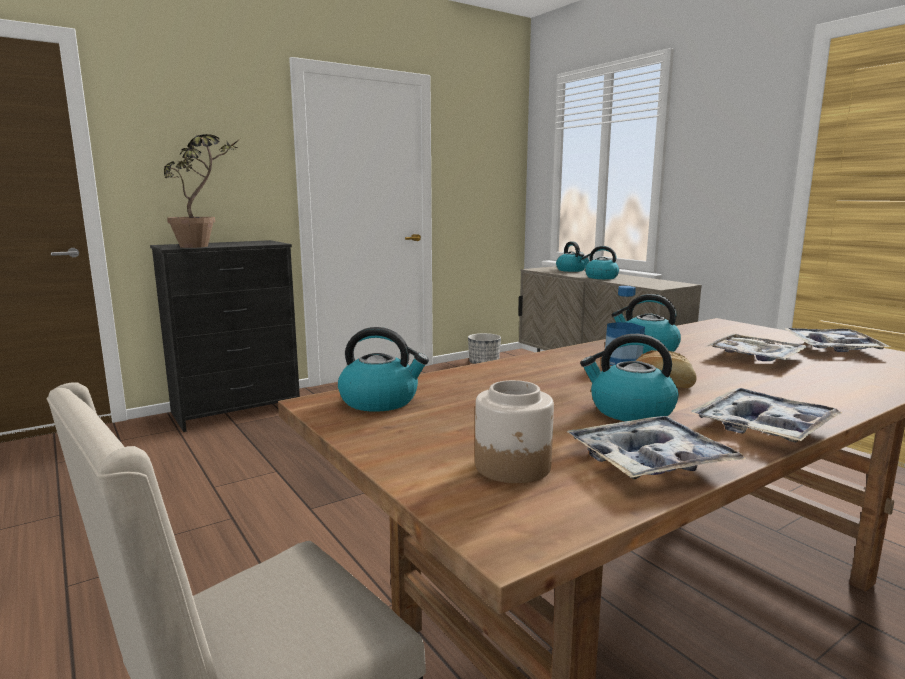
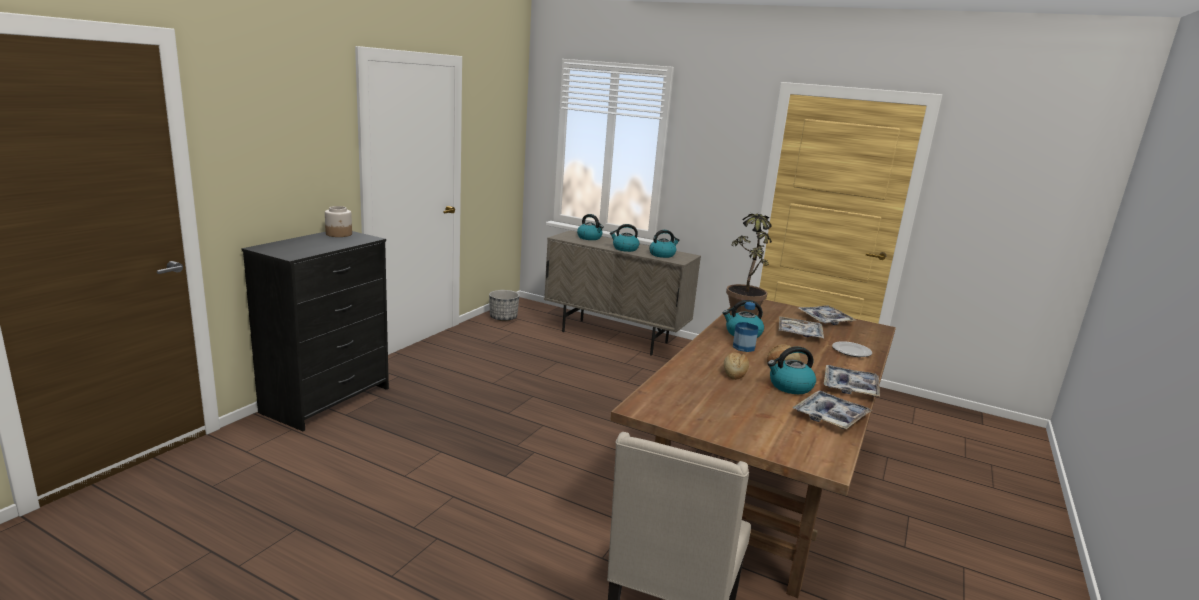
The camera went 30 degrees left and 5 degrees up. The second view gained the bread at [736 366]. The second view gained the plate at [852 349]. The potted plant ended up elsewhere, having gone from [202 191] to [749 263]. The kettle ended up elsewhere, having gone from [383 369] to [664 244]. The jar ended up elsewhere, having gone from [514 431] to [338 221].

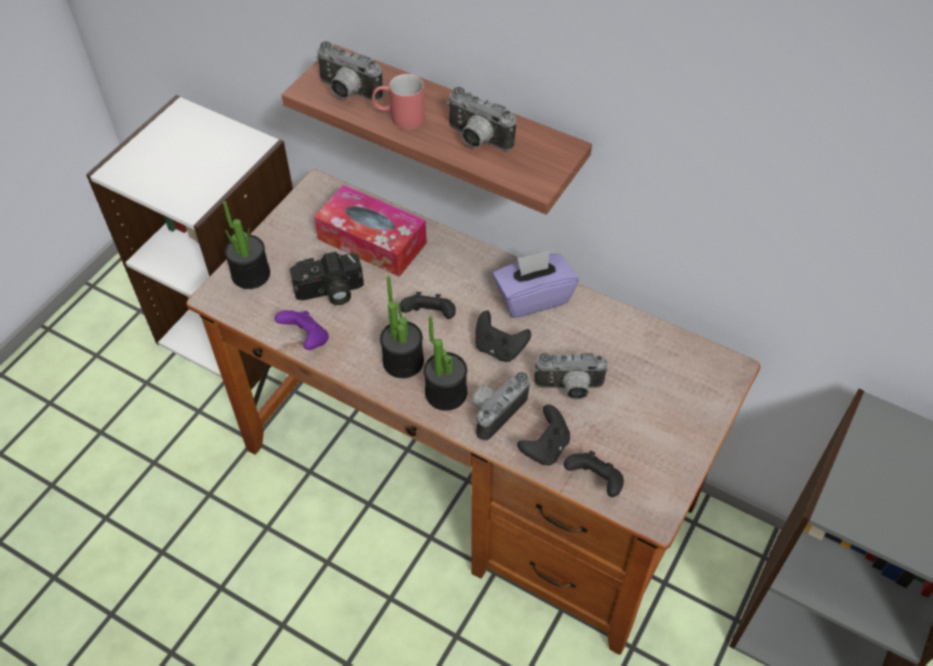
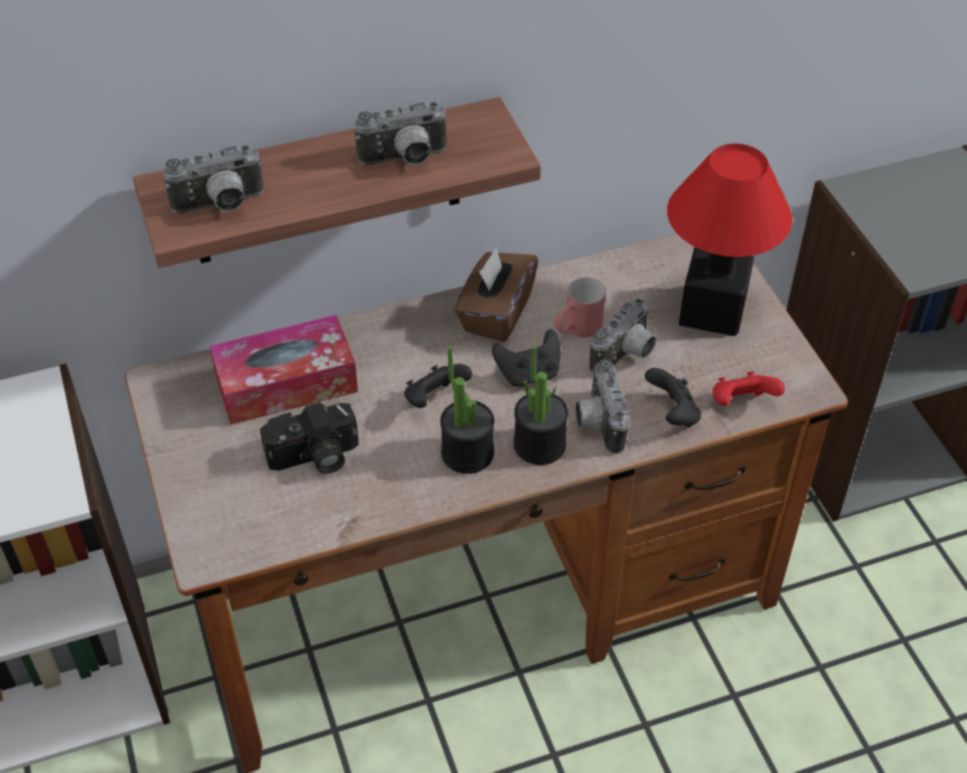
The camera went 50 degrees left and 5 degrees down. The second view lost the potted plant at [246 245]. The second view lost the purple game controller at [302 330]. The second view gained the table lamp at [730 240]. The red mug ended up elsewhere, having gone from [398 102] to [580 307]. What was the purple tissue box at [535 284] turned into the brown tissue box at [496 294]. What was the black game controller at [594 474] turned into the red game controller at [749 388]. The photo camera at [327 278] ended up facing another way, 45 degrees clockwise from before.

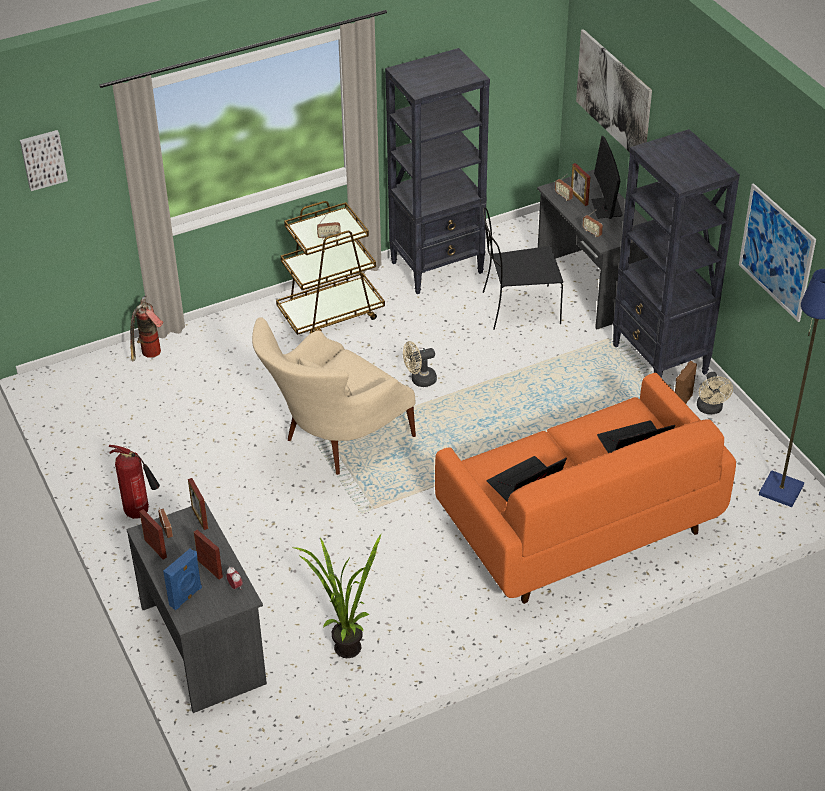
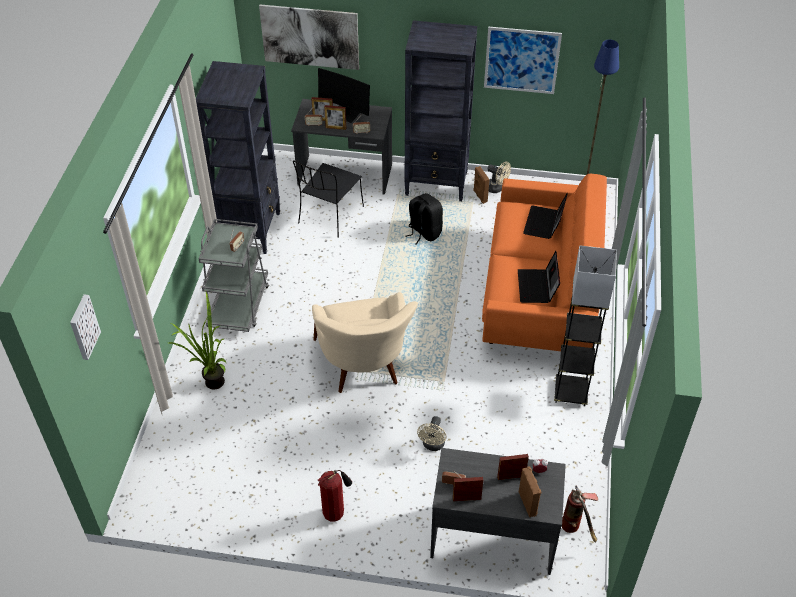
The camera went 55 degrees left and 5 degrees up. The second view gained the black backpack at [424 219]. The second view gained the grey floor lamp at [585 325]. The fire extinguisher ended up elsewhere, having gone from [147 328] to [580 514]. The picture frame ended up elsewhere, having gone from [198 504] to [335 117]. The potted plant ended up elsewhere, having gone from [337 596] to [198 340]. The beige fan ended up elsewhere, having gone from [420 364] to [432 433]. What was the blue speaker at [182 579] turned into the brown speaker at [530 491]. What was the brown cart at [330 268] turned into the grey cart at [234 275].

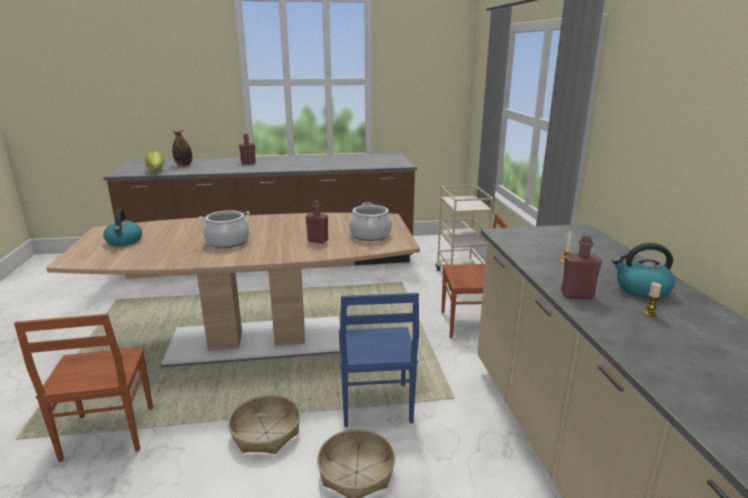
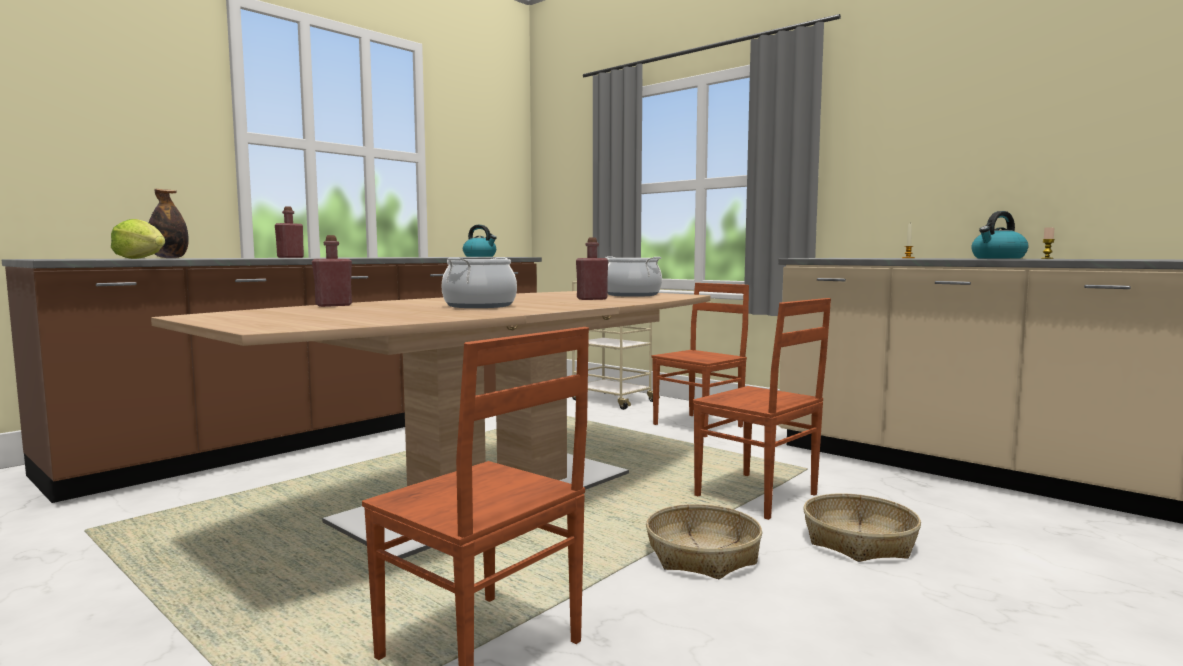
The camera went 40 degrees left and 15 degrees down. The kettle ended up elsewhere, having gone from [122 227] to [480 241]. The red bottle ended up elsewhere, having gone from [581 267] to [332 271]. What was the blue chair at [379 360] turned into the brown chair at [762 409].

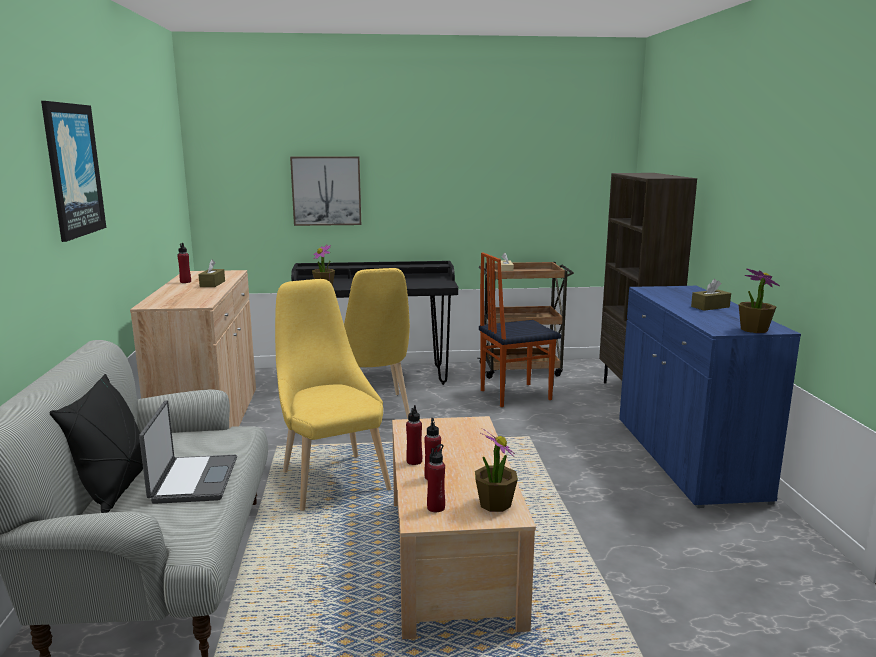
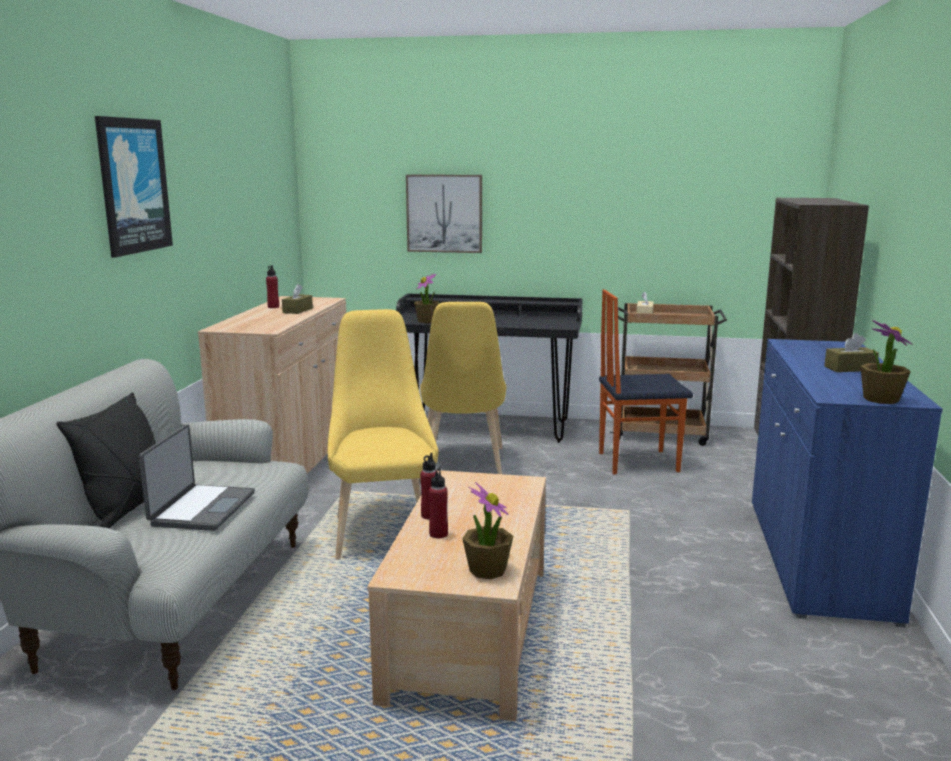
The camera went 15 degrees right and 0 degrees up. The second view lost the red bottle at [436 478].

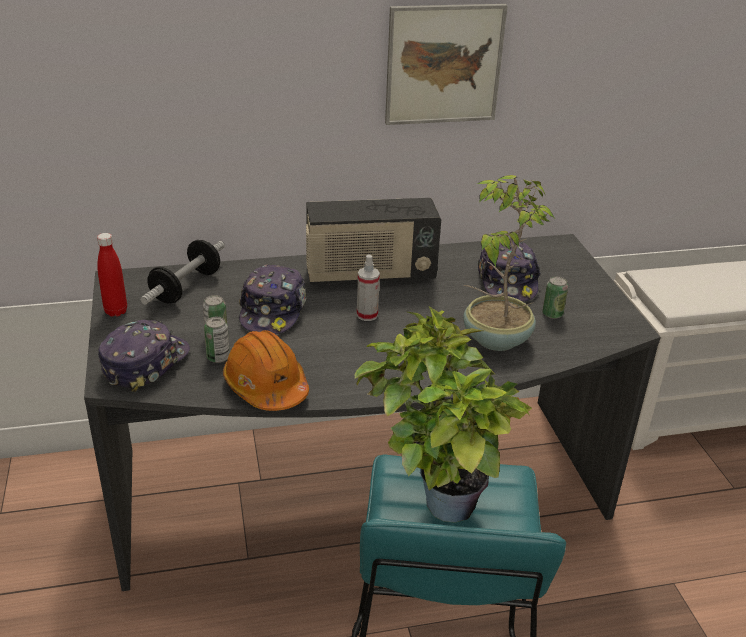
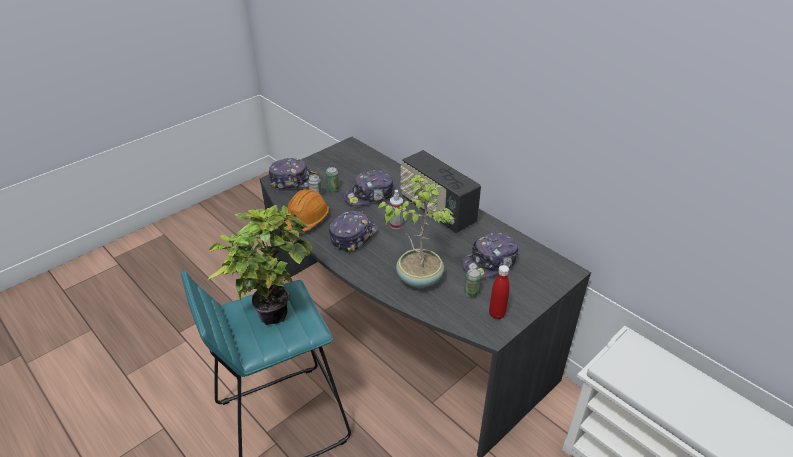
The camera went 60 degrees right and 5 degrees up. The second view lost the dumbbell at [182 272]. The second view lost the picture at [446 64]. The second view gained the cap at [353 232]. The red bottle ended up elsewhere, having gone from [112 275] to [499 292].

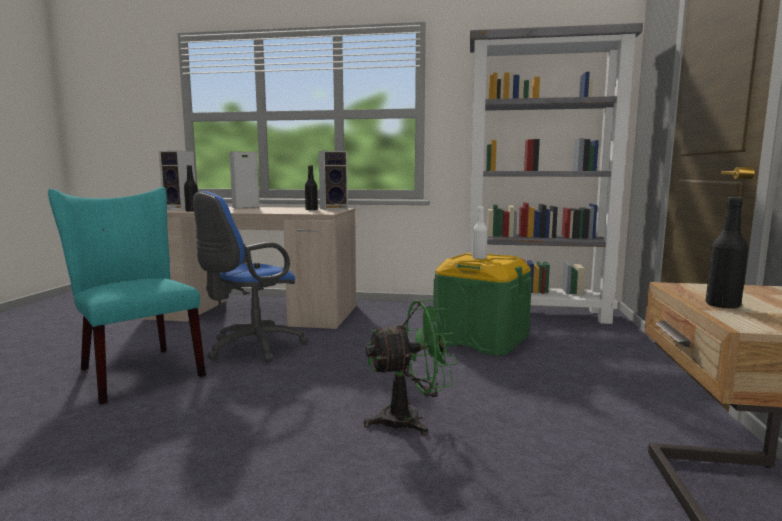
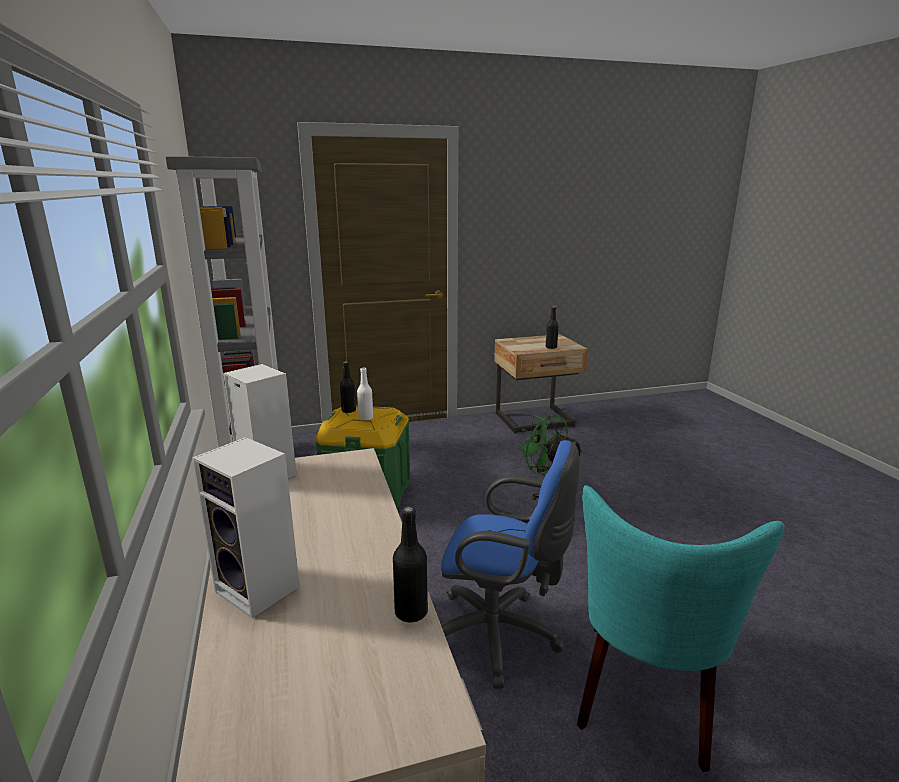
The camera went 115 degrees left and 10 degrees up. The second view lost the speaker at [177 180]. The black bottle ended up elsewhere, having gone from [311 187] to [348 387].

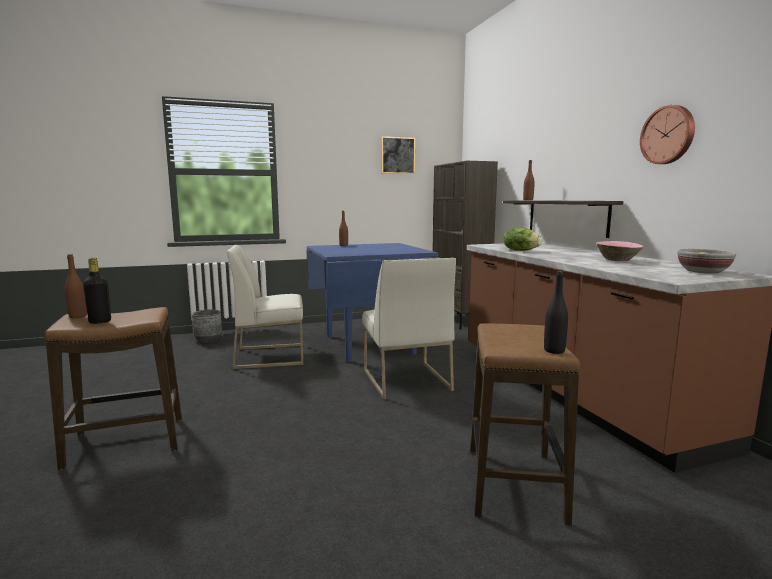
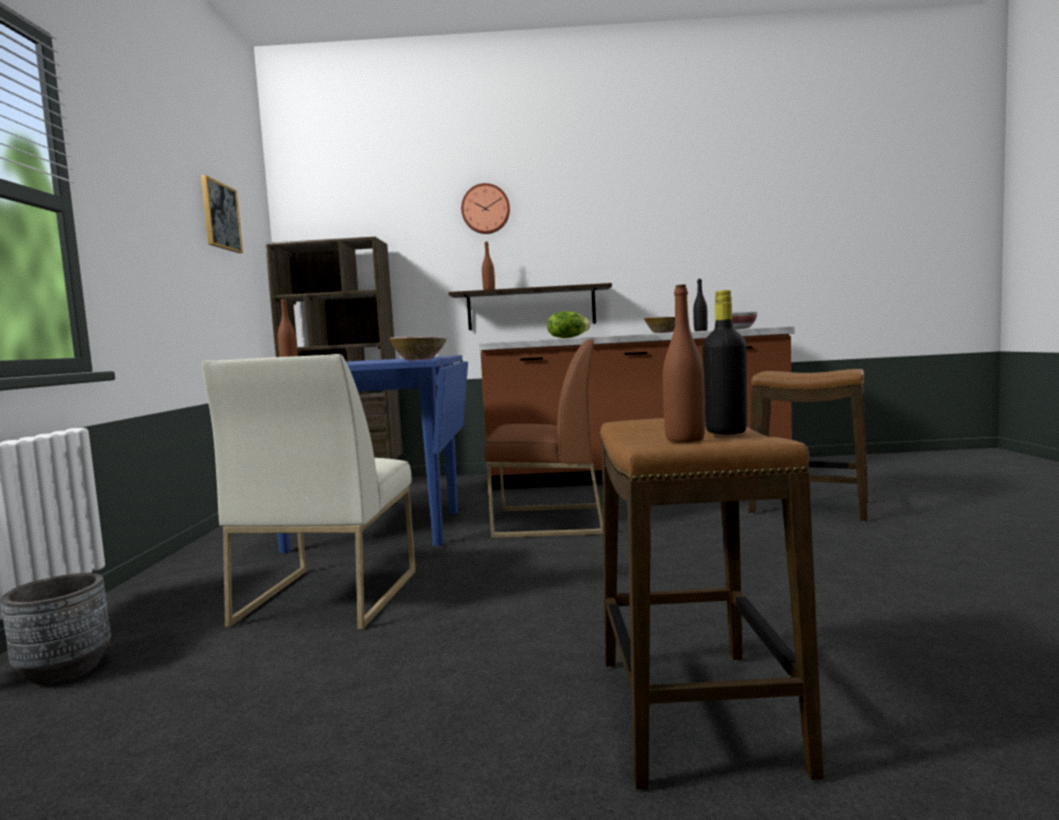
The camera went 70 degrees left and 5 degrees down. The second view gained the pink bowl at [418 348]. The black bottle ended up elsewhere, having gone from [556 312] to [700 305]. The wall clock ended up elsewhere, having gone from [667 134] to [485 208]. What was the white chair at [409 328] turned into the brown chair at [543 439].

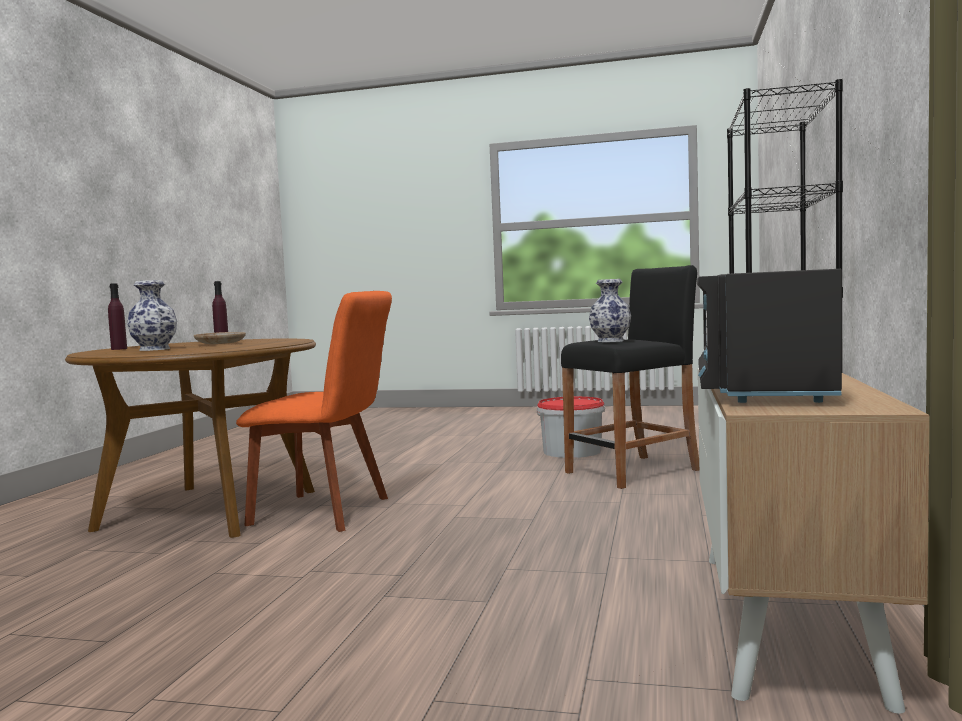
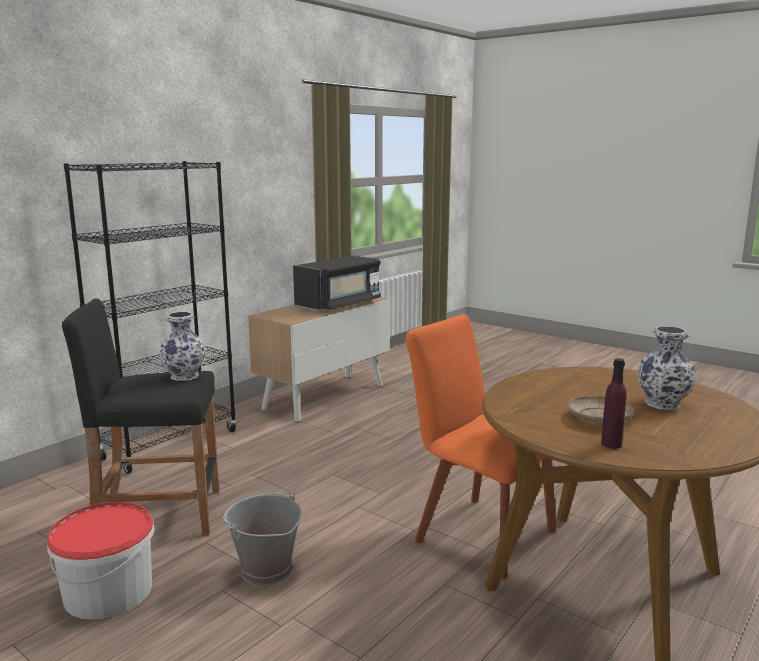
The camera went 155 degrees left and 10 degrees up. The second view lost the purple bottle at [117 316]. The second view gained the grey bucket at [262 538].

